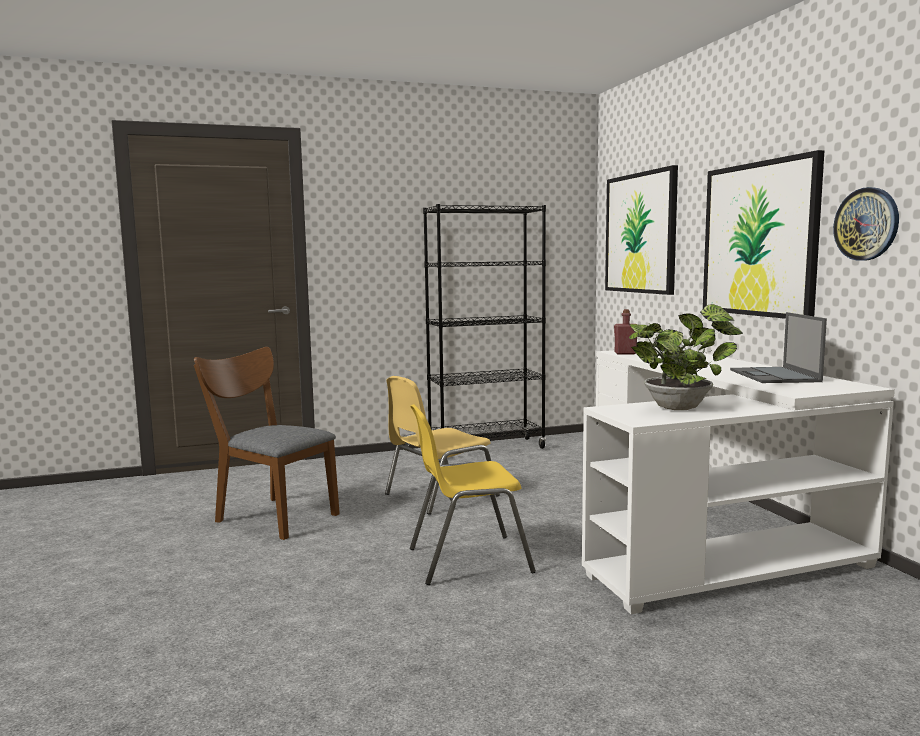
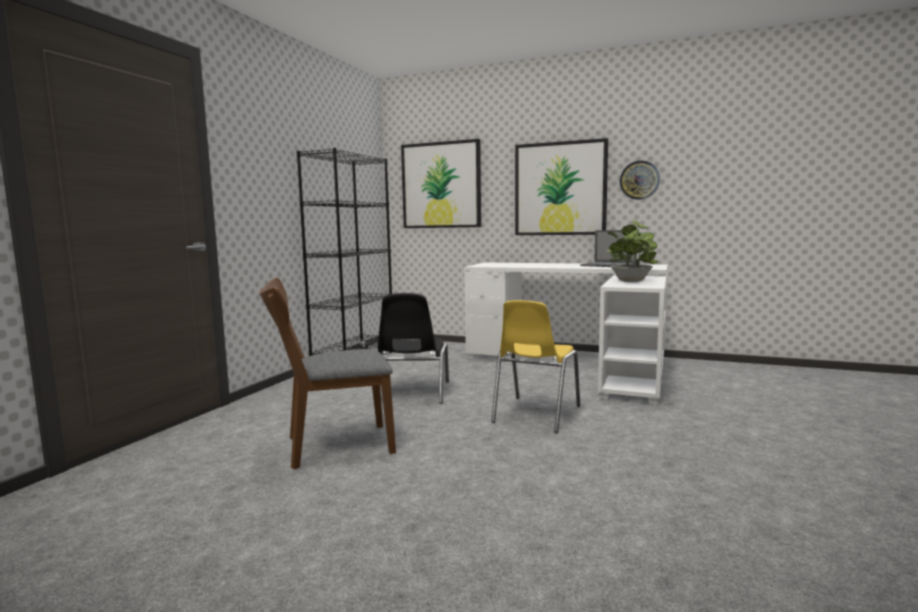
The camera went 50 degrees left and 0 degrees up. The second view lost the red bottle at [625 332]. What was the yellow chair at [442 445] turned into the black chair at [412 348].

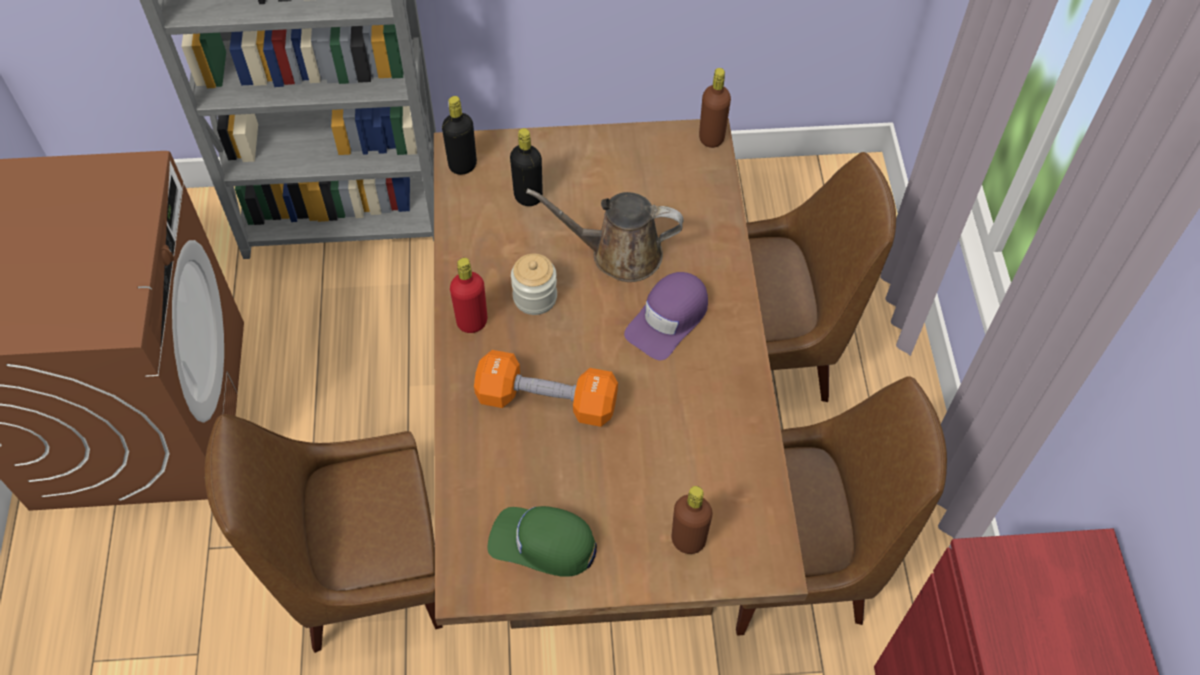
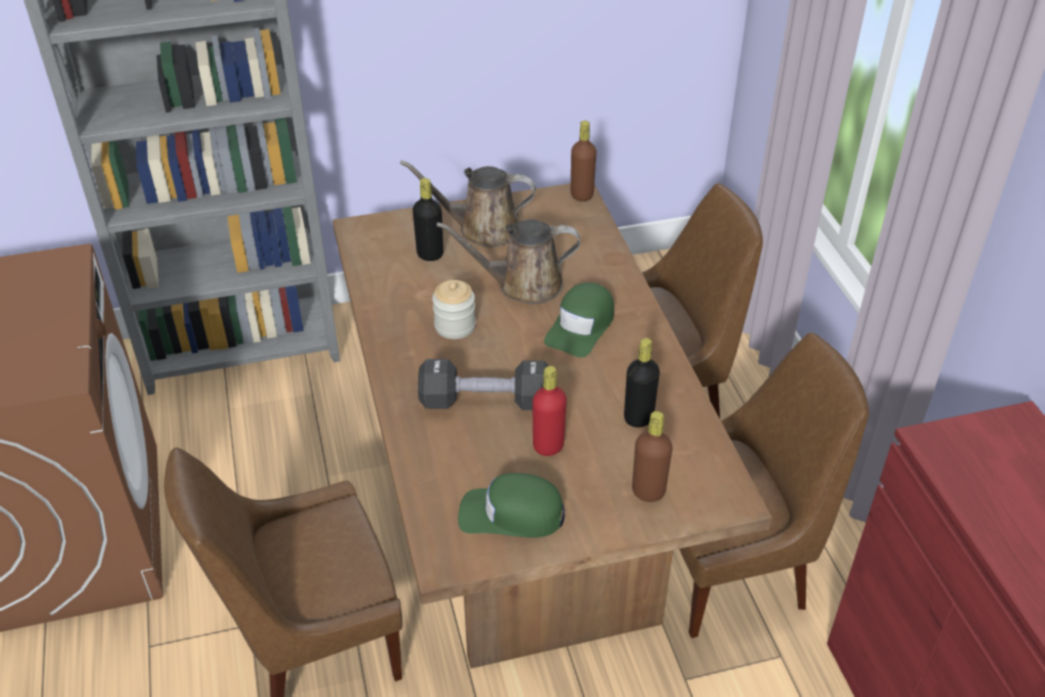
The camera went 10 degrees left and 15 degrees down. The second view gained the brown watering can at [468 203]. The black bottle ended up elsewhere, having gone from [459 135] to [642 383]. The red bottle ended up elsewhere, having gone from [468 295] to [549 411]. What was the orange dumbbell at [546 388] turned into the black dumbbell at [483 384]. What was the purple cap at [666 316] turned into the green cap at [579 320].

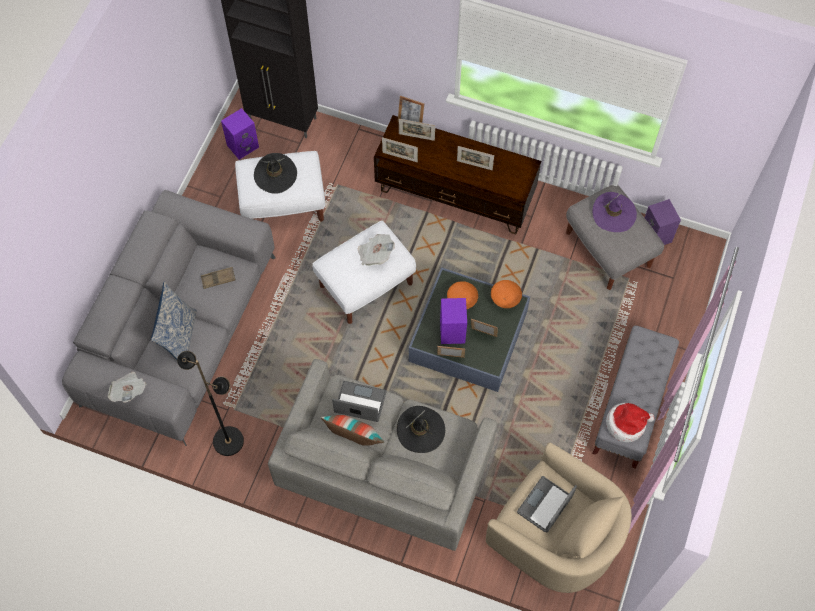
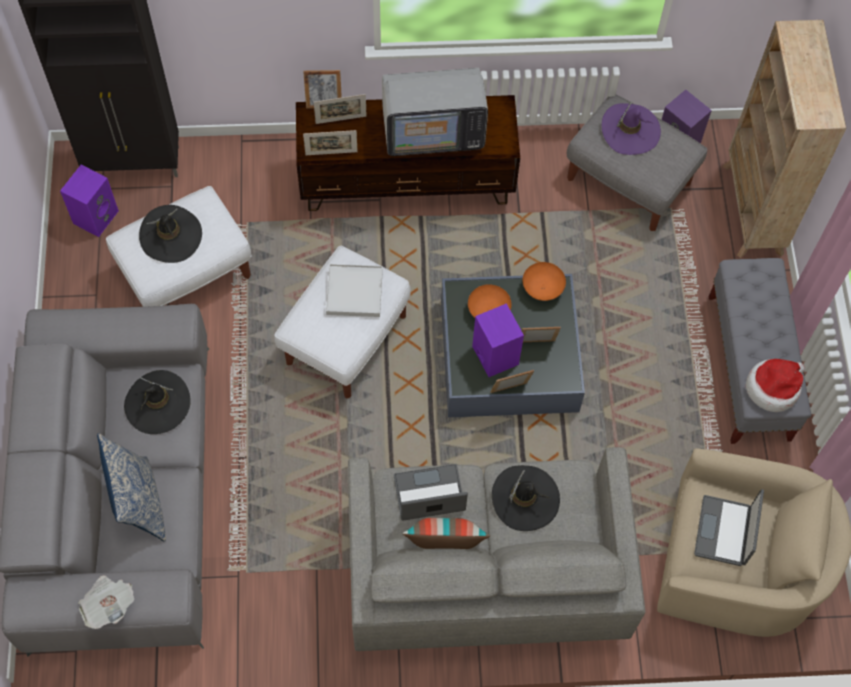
The camera went 25 degrees left and 0 degrees up. The second view lost the black floor lamp at [210 403]. The second view gained the beige bookcase at [784 139]. Where the brown tray stood at [218 278], the black hat came to stand at [157 402]. Where the newspaper stood at [376 250], the white tray came to stand at [354 290]. Where the picture frame stood at [475 158], the television came to stand at [435 112].

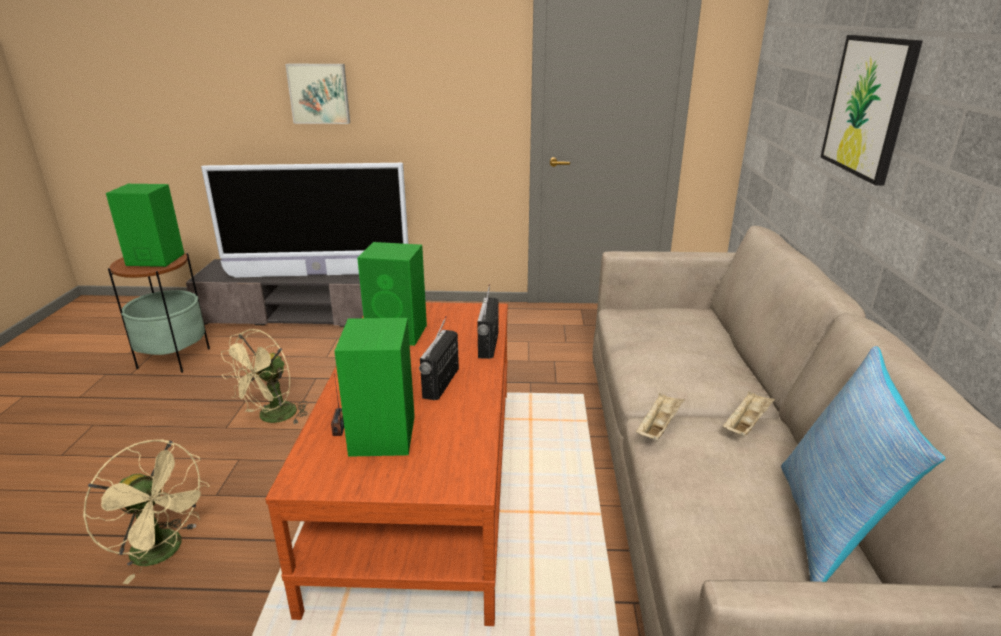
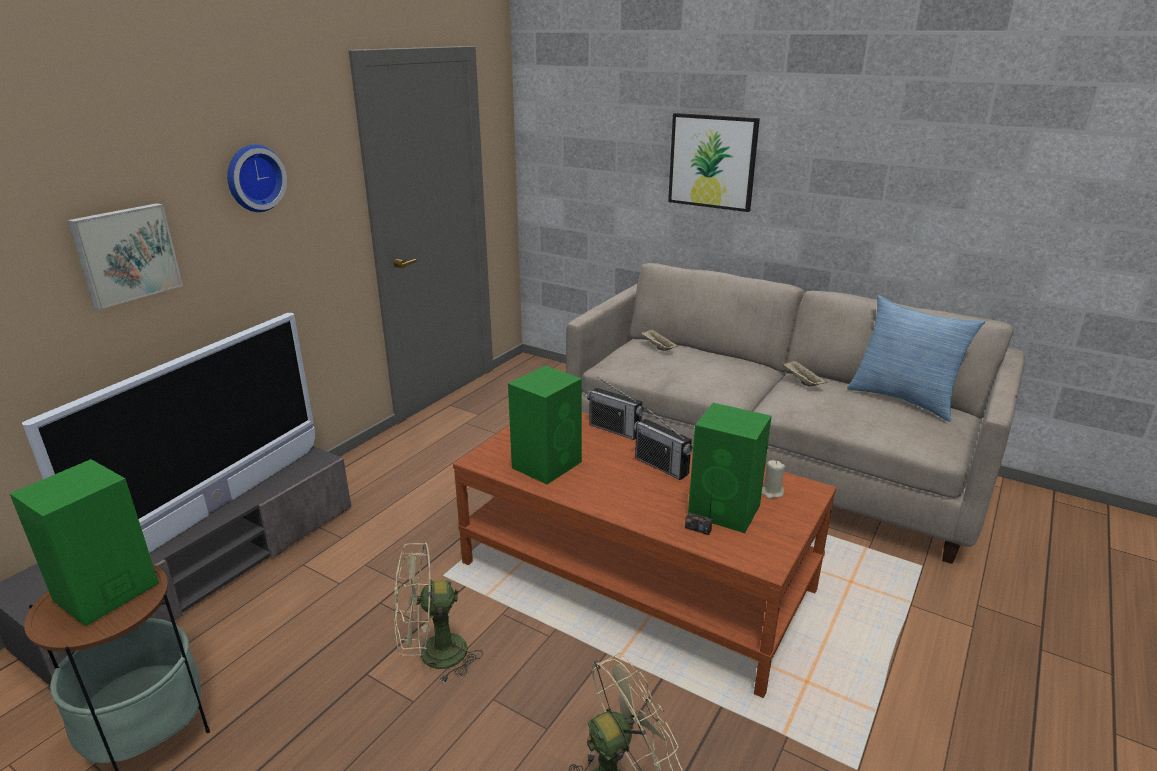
The camera went 60 degrees left and 0 degrees up. The second view gained the wall clock at [257 178]. The second view gained the beige candle at [773 479]. The beige tray ended up elsewhere, having gone from [660 416] to [659 340]. The beige fan at [264 376] ended up facing another way, 105 degrees clockwise from before.

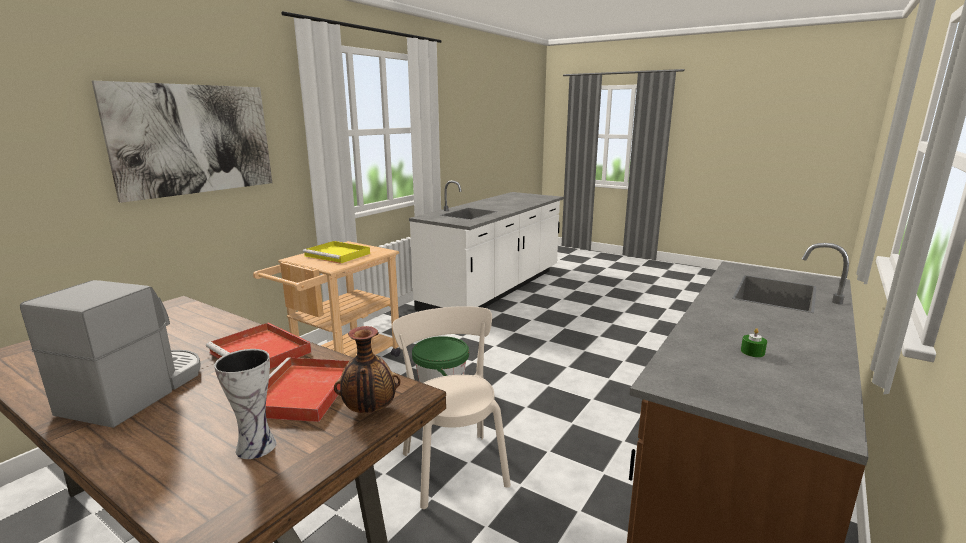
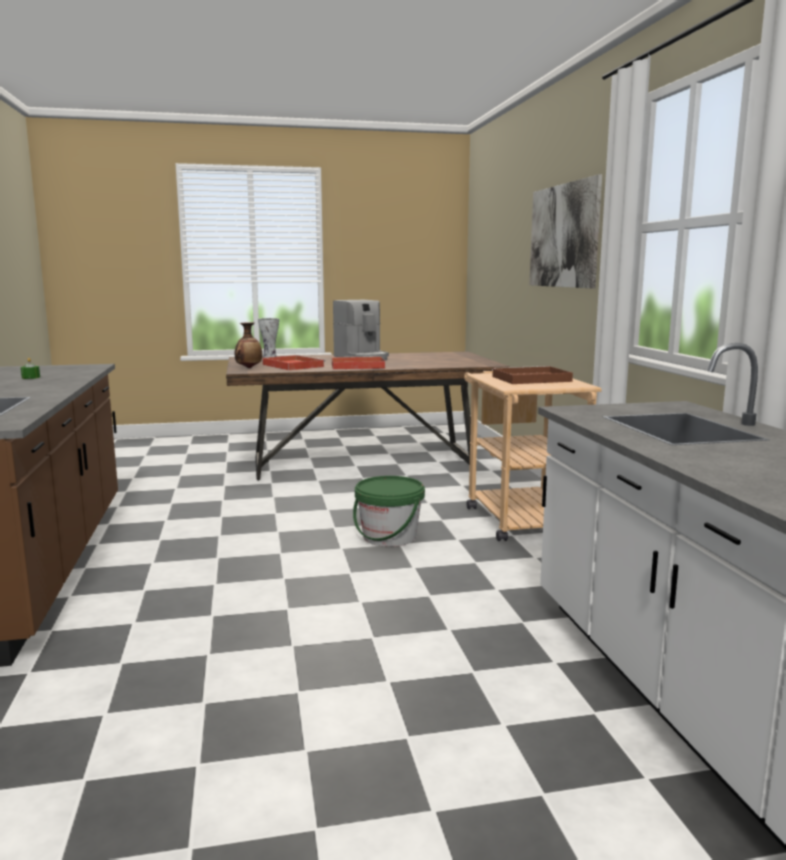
The camera went 135 degrees right and 5 degrees down. The second view lost the beige chair at [451 407]. What was the yellow tray at [336 252] turned into the brown tray at [532 375].

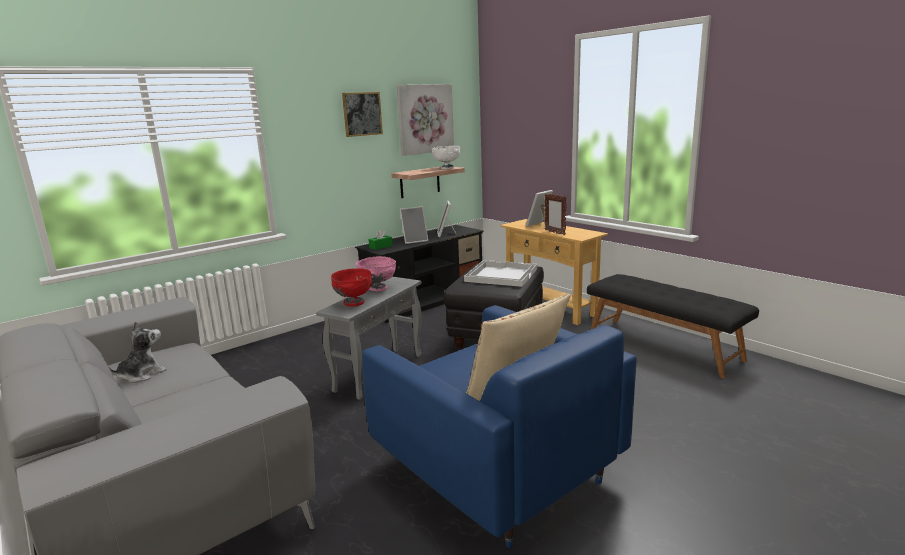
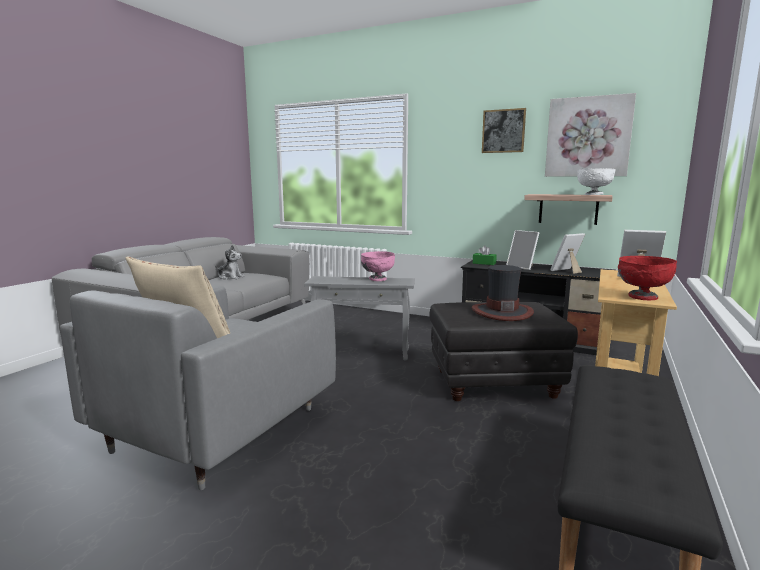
The camera went 65 degrees right and 5 degrees down. The second view lost the picture frame at [556 214]. The red bowl ended up elsewhere, having gone from [351 287] to [647 278]. Where the white tray stood at [500 273], the hat came to stand at [503 293]. What was the blue armchair at [499 426] turned into the grey armchair at [198 387].

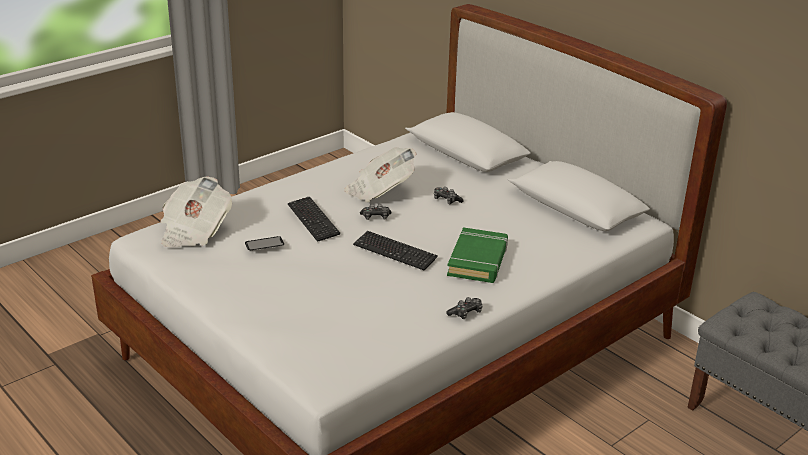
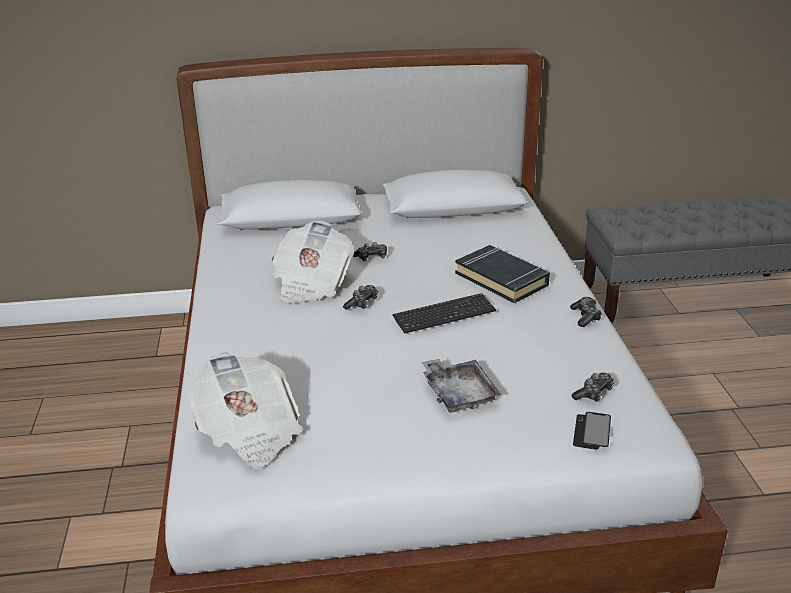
The camera went 55 degrees left and 0 degrees up. The second view lost the keyboard at [314 219]. The second view gained the grey tray at [461 386]. The second view gained the game controller at [592 387]. The phone ended up elsewhere, having gone from [264 243] to [592 431]. What was the green book at [477 255] turned into the black book at [502 274].

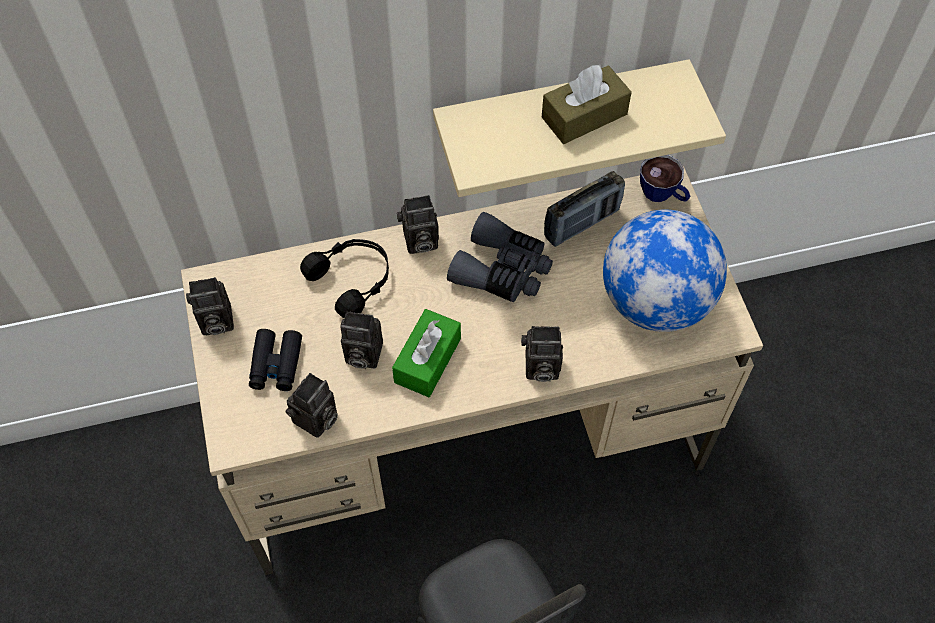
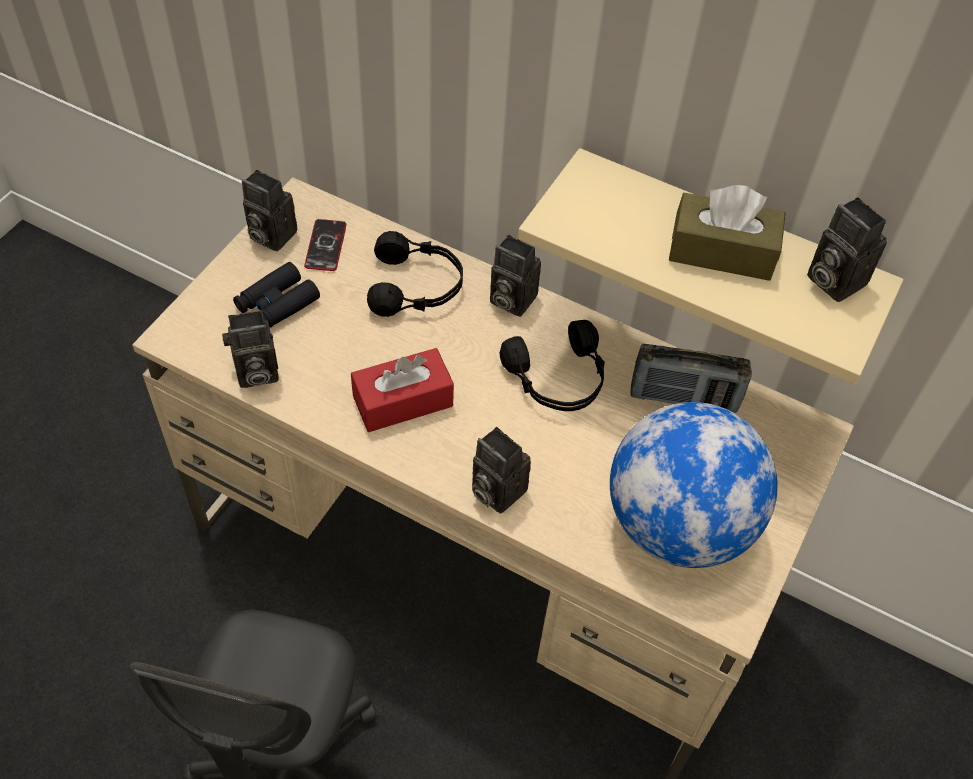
The camera went 40 degrees right and 5 degrees down. The second view lost the cup at [665 178]. The second view gained the phone at [325 245]. The photo camera ended up elsewhere, having gone from [361 340] to [847 249]. Where the grey binoculars stood at [500 257], the black headphones came to stand at [552 365]. What was the green tissue box at [426 353] turned into the red tissue box at [402 390].

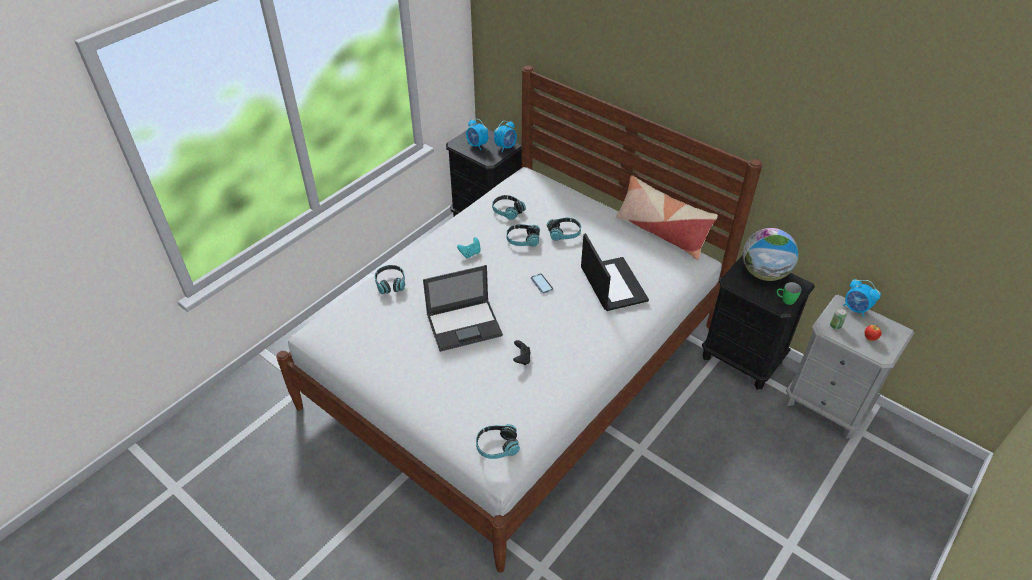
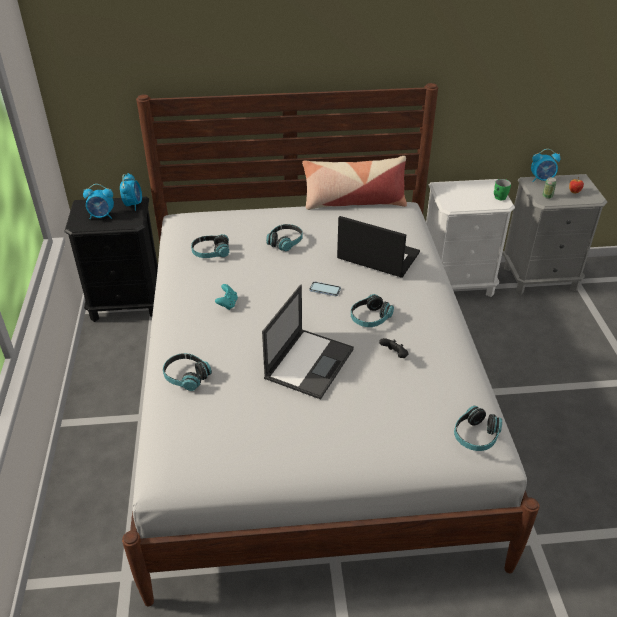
The camera went 45 degrees left and 5 degrees down. The second view lost the globe at [770 254]. The headphones ended up elsewhere, having gone from [523 235] to [372 310]. What was the black nightstand at [758 322] turned into the white nightstand at [470 238].

